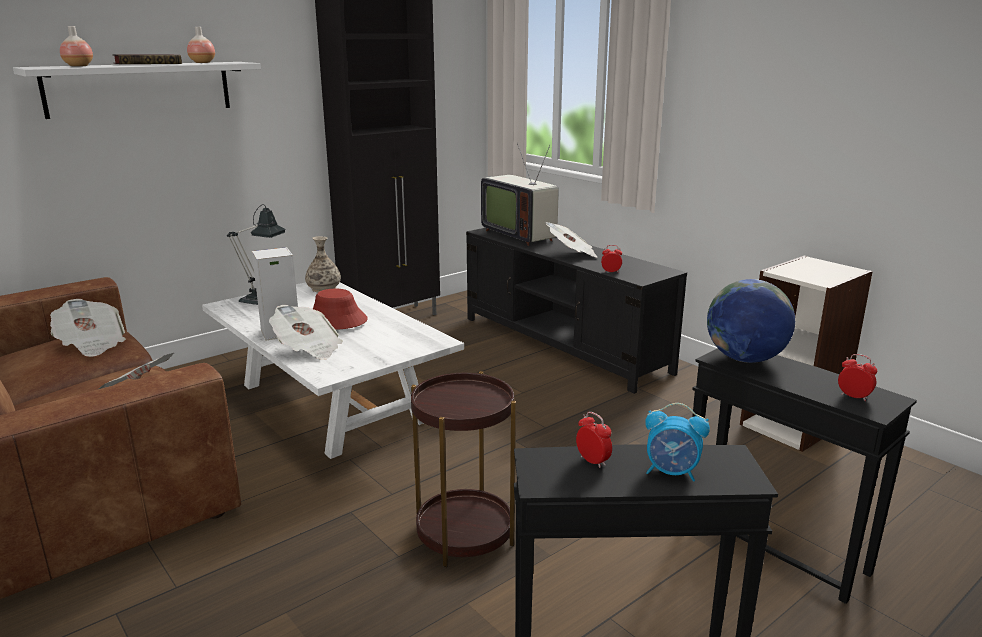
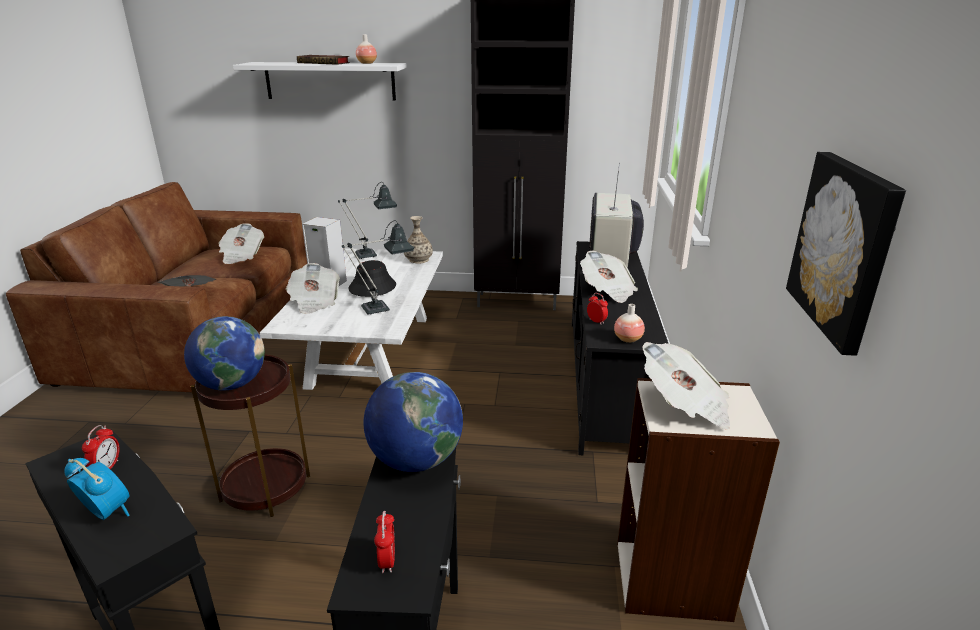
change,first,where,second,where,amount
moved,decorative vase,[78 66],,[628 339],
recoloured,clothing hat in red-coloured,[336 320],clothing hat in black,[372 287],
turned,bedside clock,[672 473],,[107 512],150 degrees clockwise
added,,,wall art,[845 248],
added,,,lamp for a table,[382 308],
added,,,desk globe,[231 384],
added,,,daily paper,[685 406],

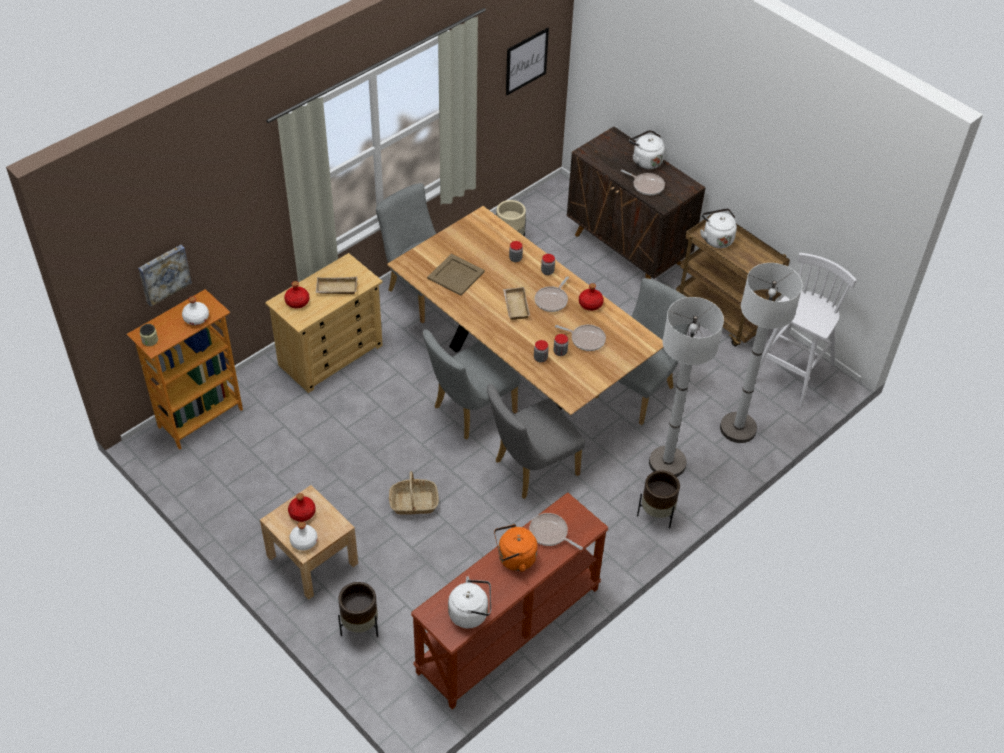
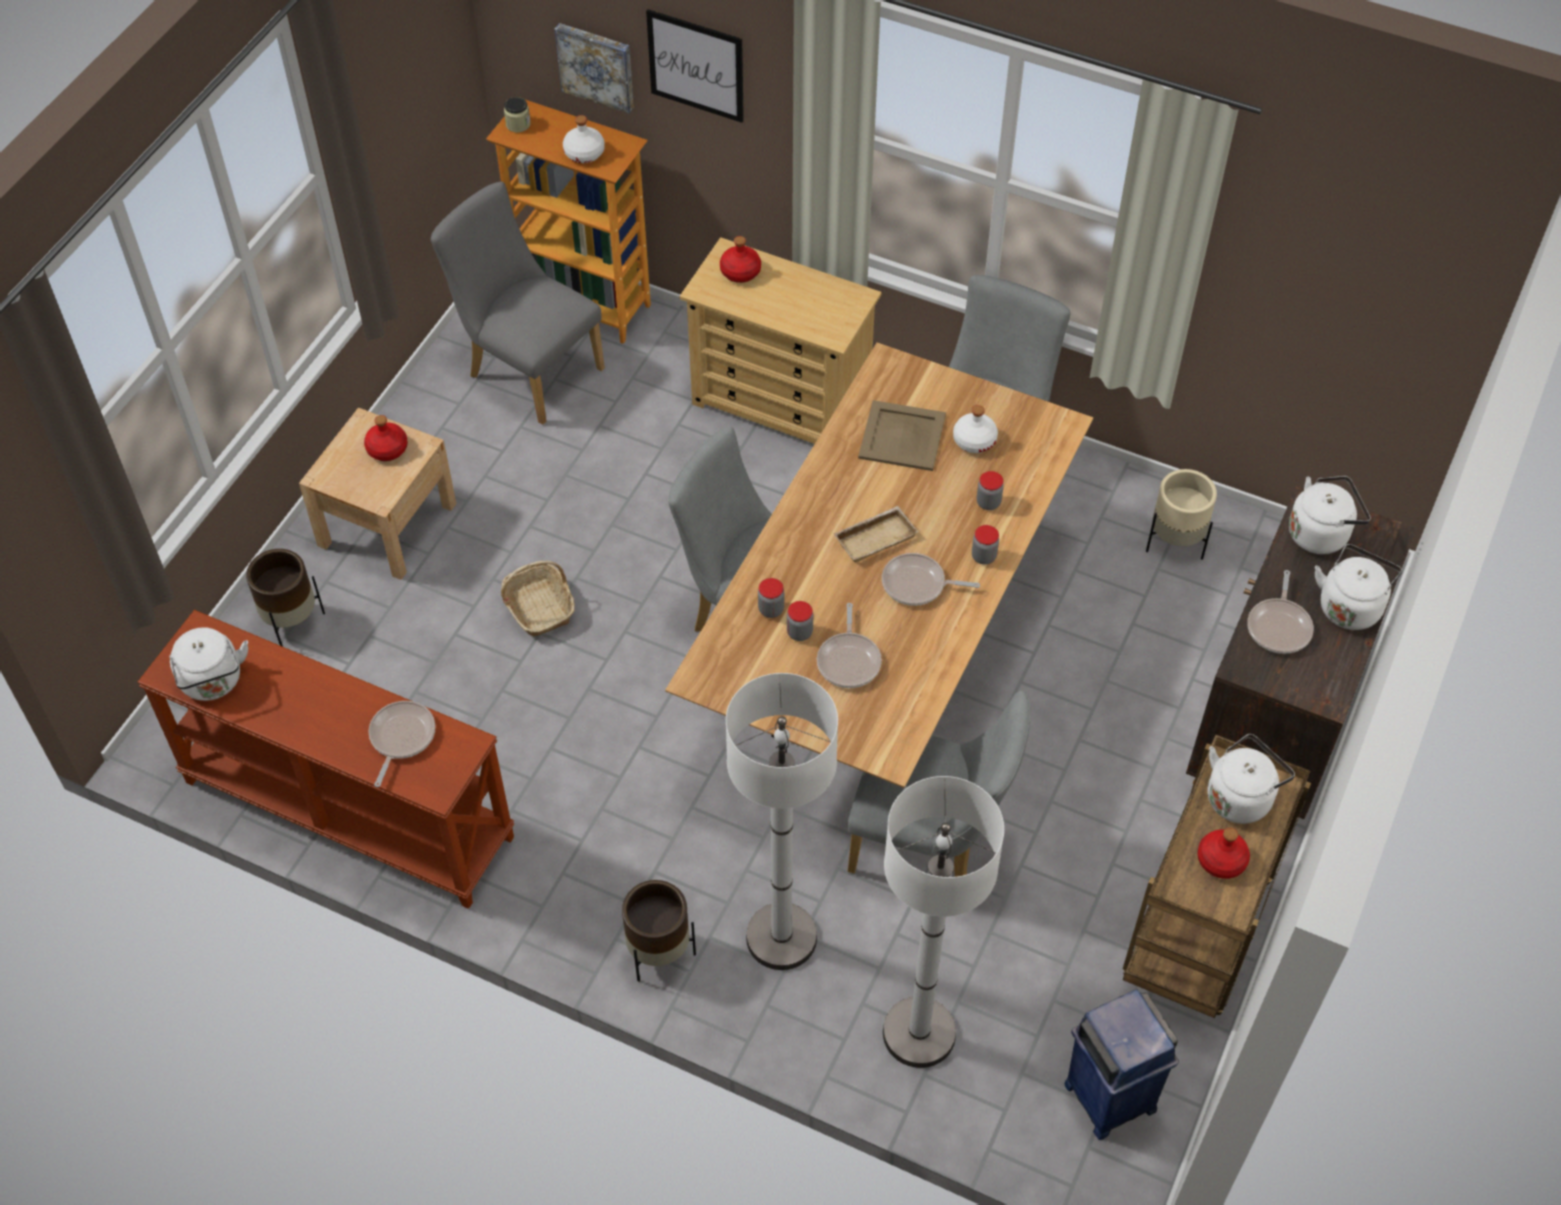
change,first,where,second,where,amount
moved,wall art,[526 61],,[696 65],
replaced,stool in white,[791 374],trash can in blue,[1109 1095],
removed,serving tray in sand-coloured,[336 289],,,
moved,beverage bottle in red-coloured,[590 304],,[1221 860],
moved,chair in greyish,[530 469],,[528 369],
moved,beverage bottle in white,[303 541],,[974 440],
removed,tea kettle in orange-coloured,[514 559],,,
added,,,tea kettle in white,[1321 533],

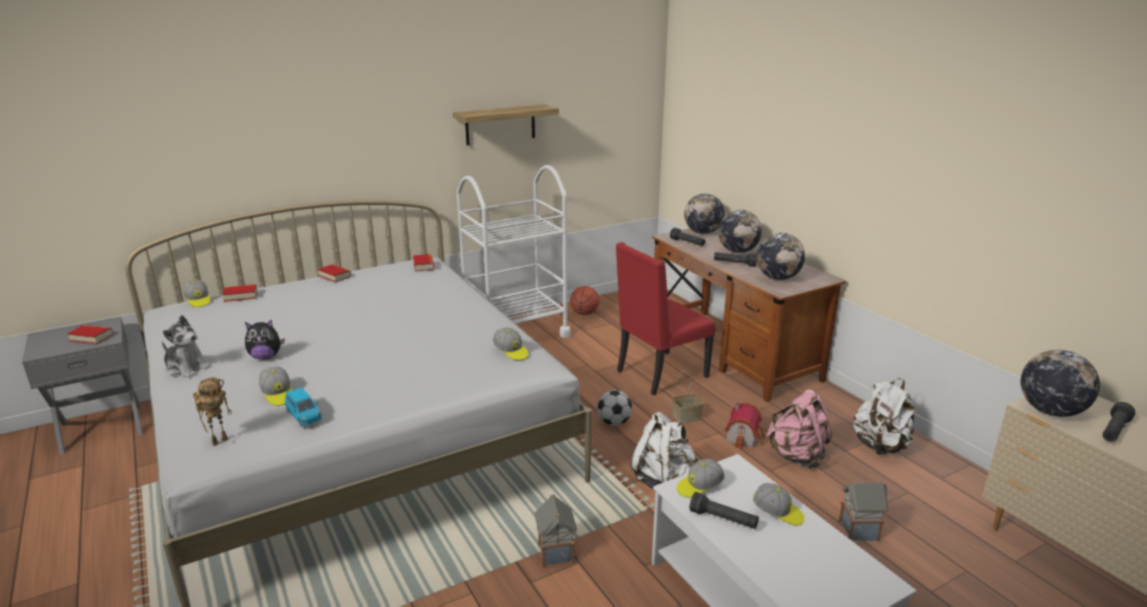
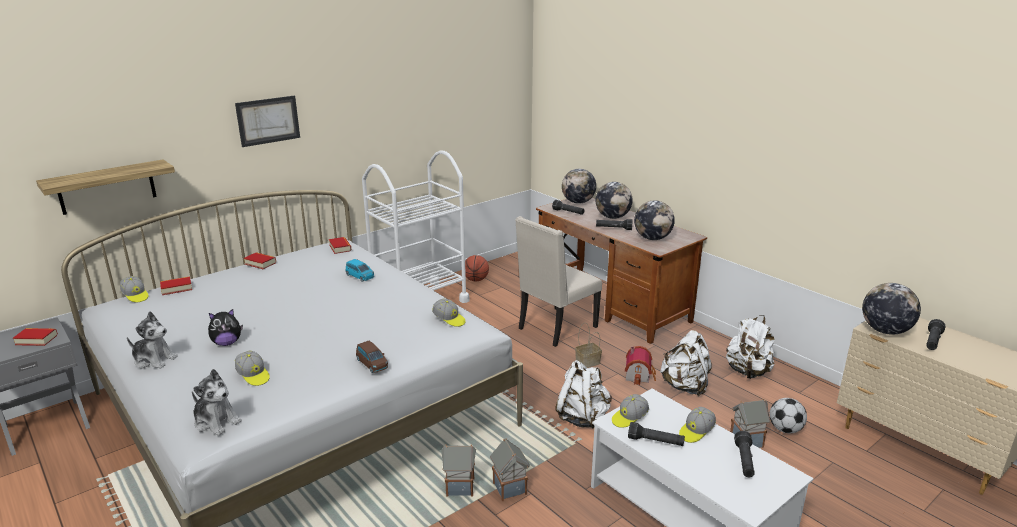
change,first,where,second,where,amount
moved,bracket shelf,[500 124],,[107 187],
recoloured,chair in red-coloured,[660 374],chair in sand-coloured,[556 328],
replaced,toy robot,[220 440],plush toy,[216 421],
moved,toy car in blue,[304 415],,[360 276],
recoloured,knapsack in pinkish,[797 456],knapsack in white,[685 386],
moved,ball for football,[614 422],,[785 429],
turned,peaked cap,[778 513],,[696 432],120 degrees clockwise
added,,,wall art,[268 120],
added,,,toy car in brown-coloured,[372 364],
added,,,flashlight in black,[744 461],
added,,,toy house,[459 487],

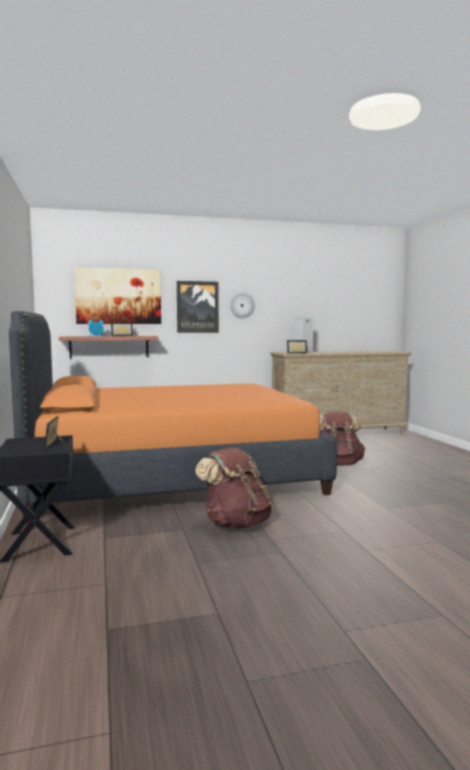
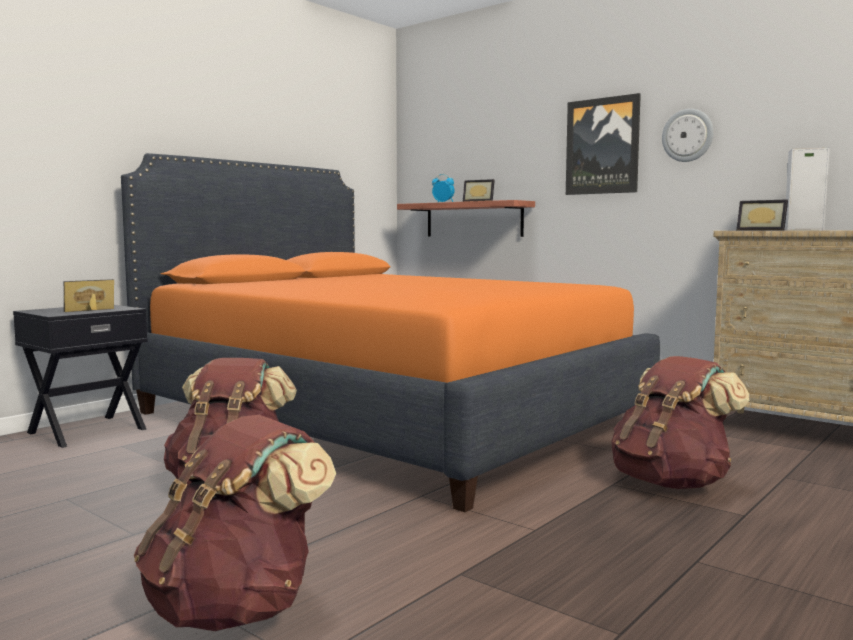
change,first,where,second,where,amount
removed,wall art,[118 296],,,
added,,,knapsack in brown-coloured,[237 608],

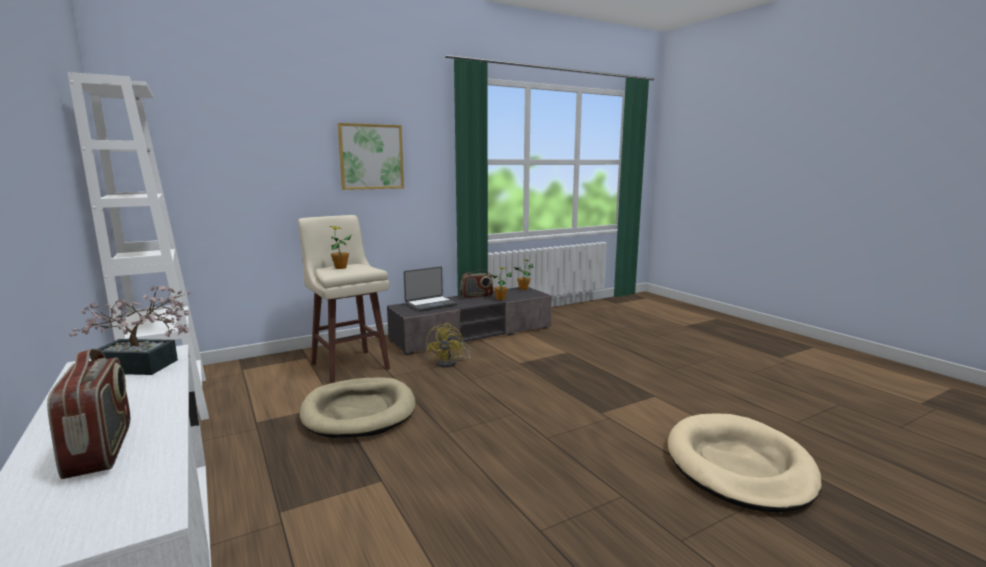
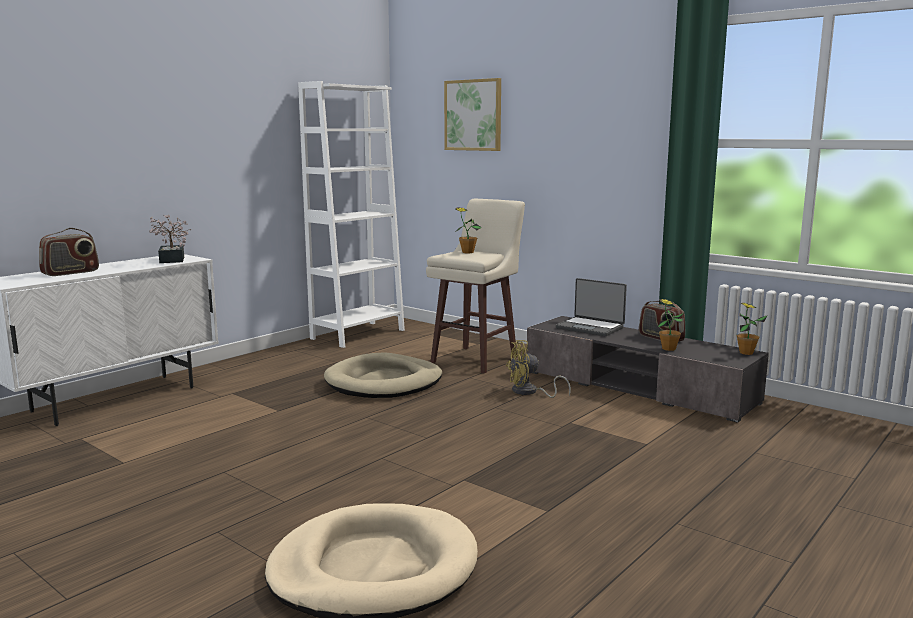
change,first,where,second,where,amount
moved,wall art,[371 157],,[473 115],

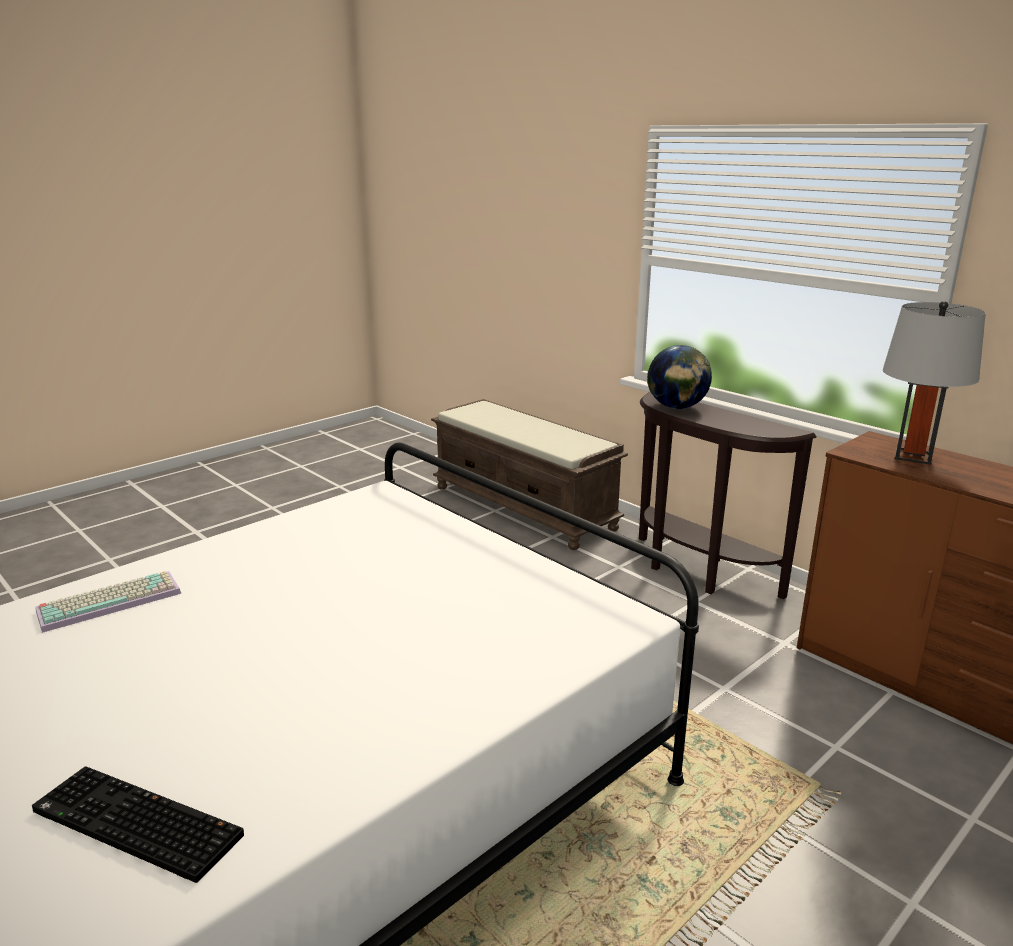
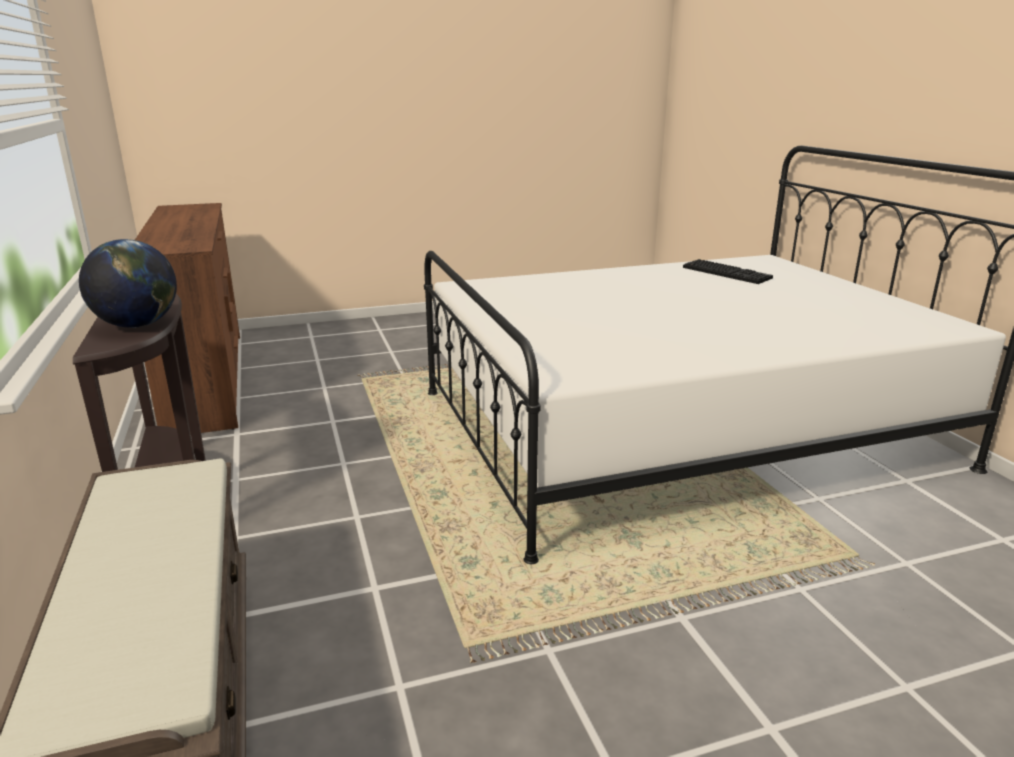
change,first,where,second,where,amount
removed,lamp for a table in greyish,[913 456],,,
removed,PC keyboard,[111 600],,,

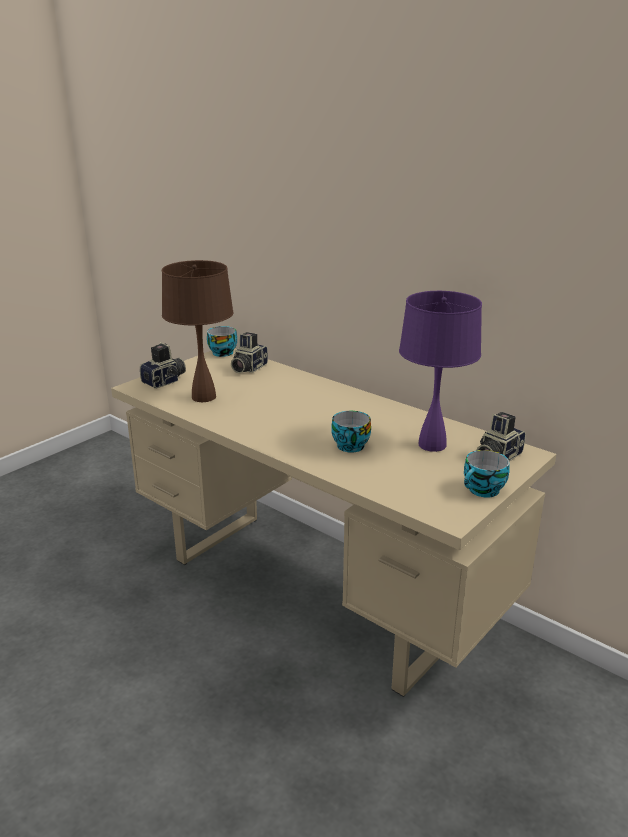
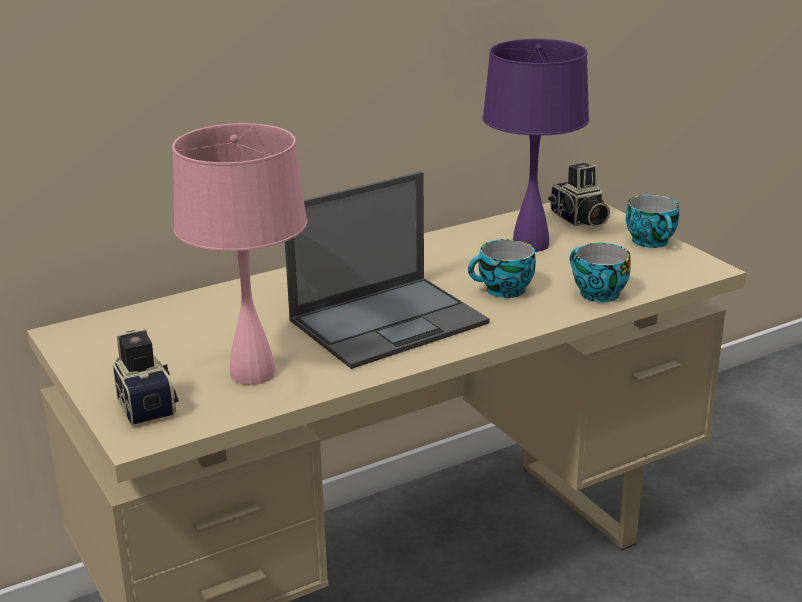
change,first,where,second,where,amount
recoloured,lamp for a table in brown-coloured,[203 397],lamp for a table in pinkish,[252 374],
moved,cup,[223 352],,[596 293],
removed,still camera,[248 368],,,
added,,,notebook computer,[390 321],

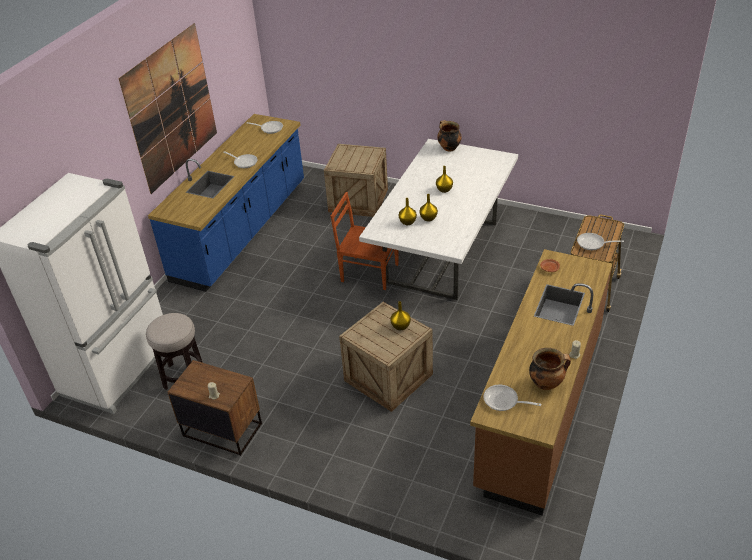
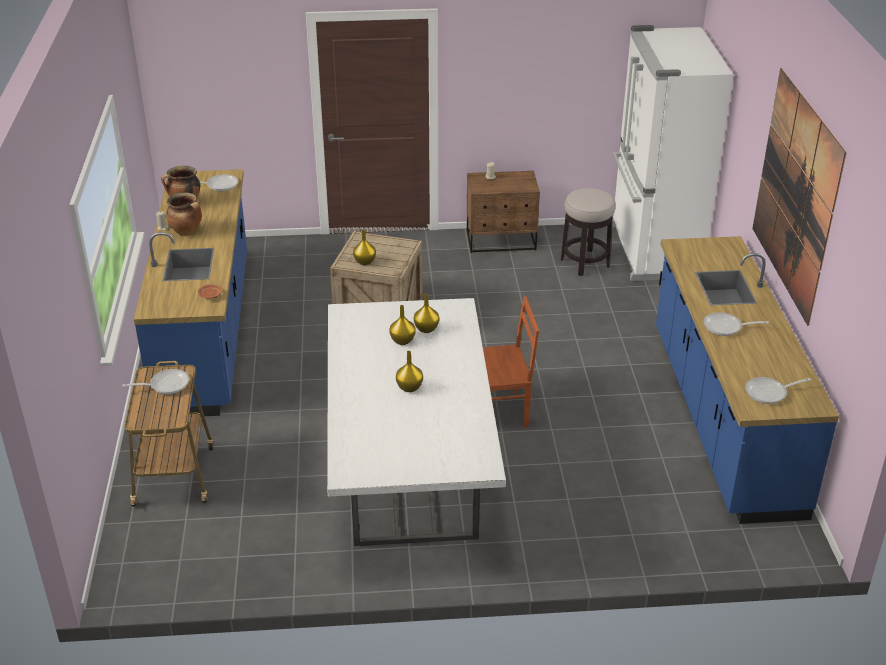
change,first,where,second,where,amount
moved,stockpot,[448 148],,[187 232],
removed,shipping crate,[358 200],,,
recoloured,counter in brown-coloured,[539 407],counter in blue,[207 332],

